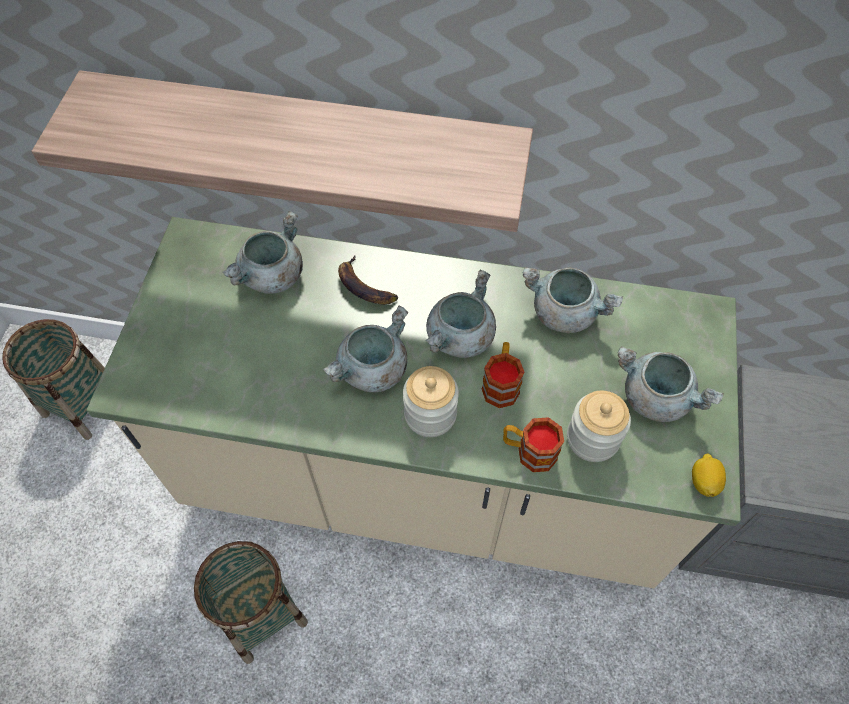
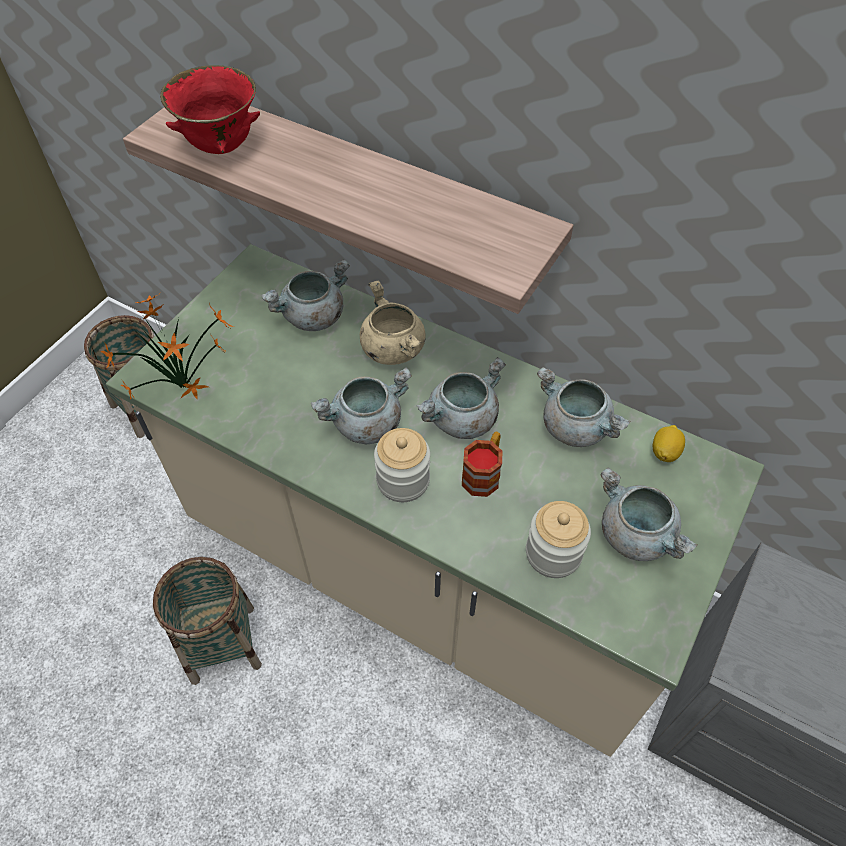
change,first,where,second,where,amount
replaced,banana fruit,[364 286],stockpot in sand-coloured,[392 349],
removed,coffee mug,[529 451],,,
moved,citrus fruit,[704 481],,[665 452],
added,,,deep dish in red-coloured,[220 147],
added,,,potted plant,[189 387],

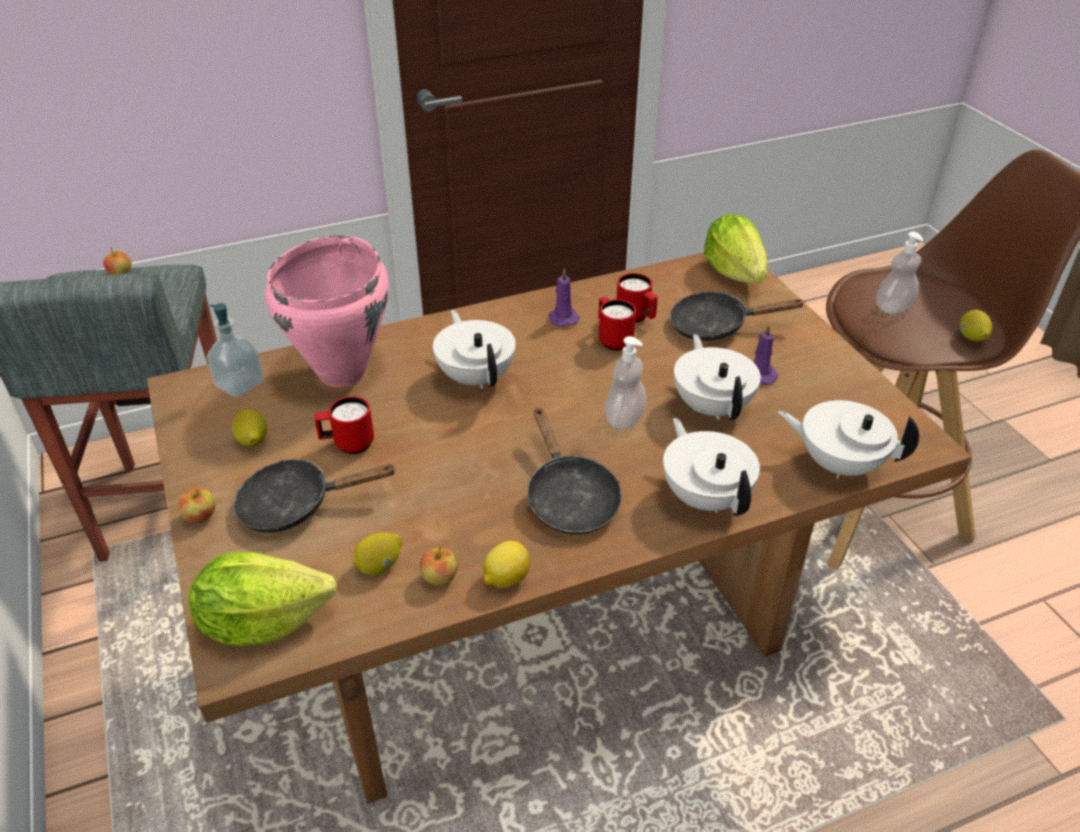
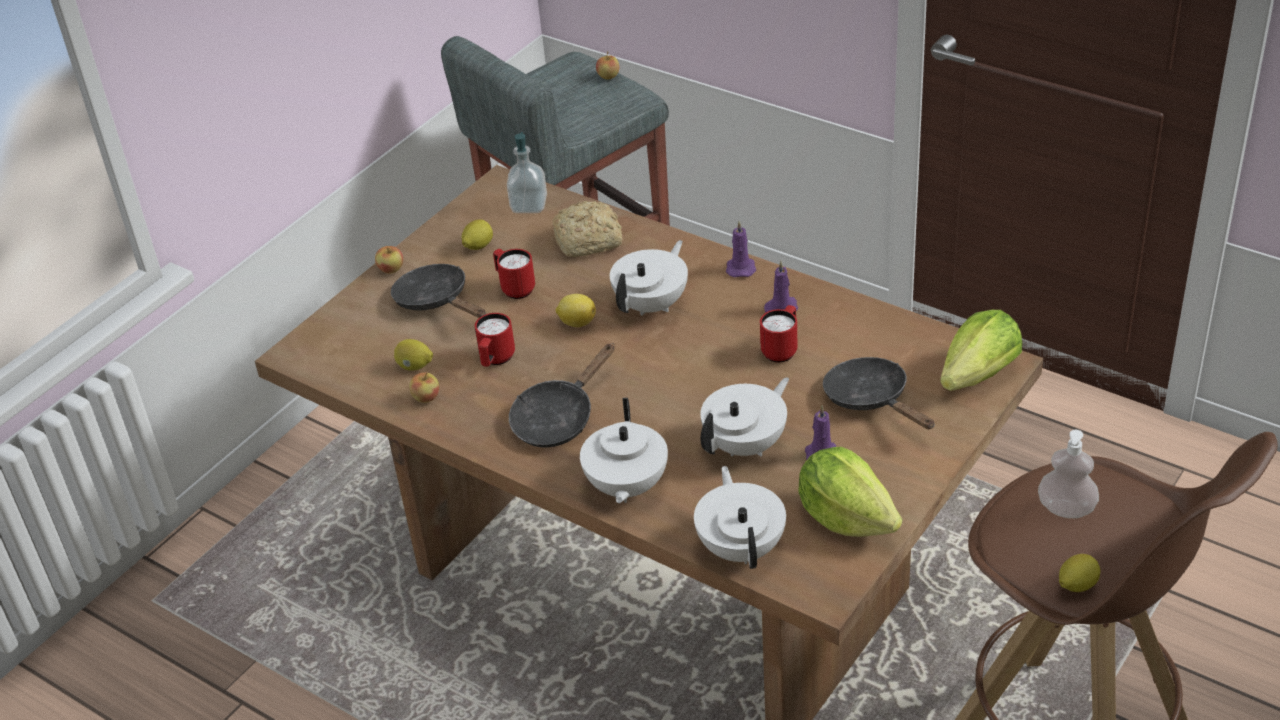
change,first,where,second,where,amount
replaced,stockpot in pinkish,[343 372],bakery bread,[590 240],
moved,coffee mug in red-coloured,[636 318],,[495 360],
removed,liquid soap bottle,[624 419],,,
turned,teapot in white,[705 496],,[626 487],150 degrees clockwise
moved,citrus fruit,[505 578],,[576 322],
moved,head of lettuce,[262 622],,[846 517],
added,,,wax light in purple-coloured,[740 268],

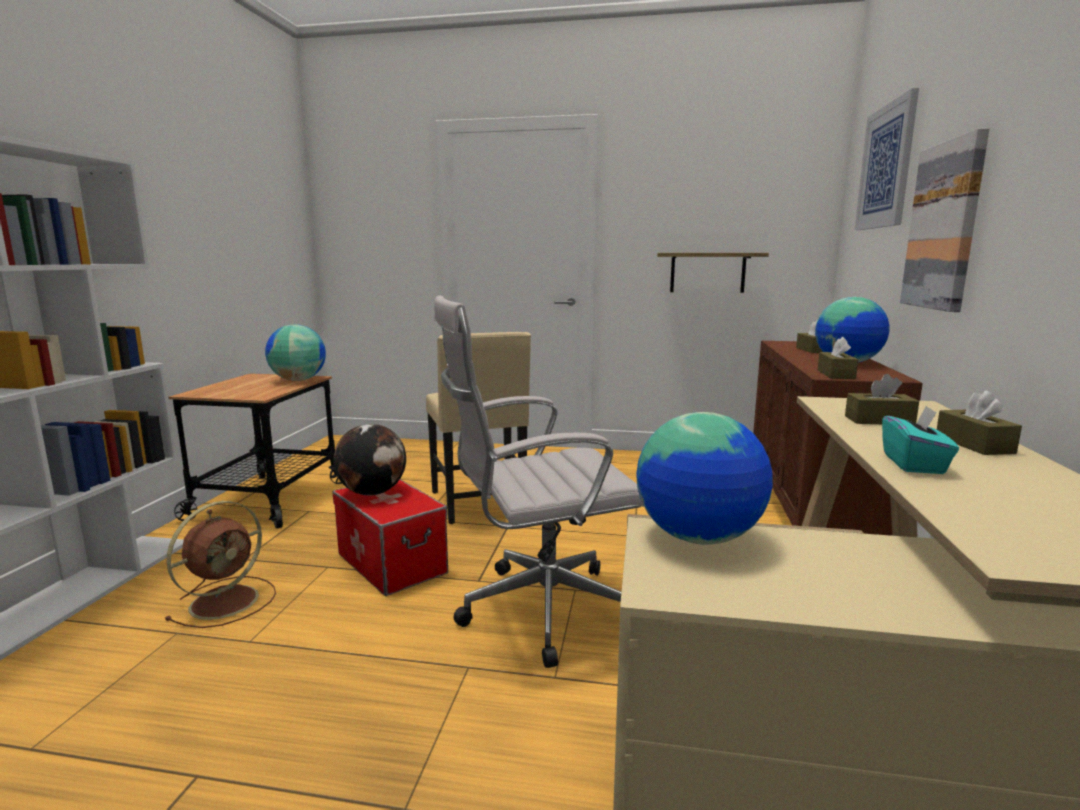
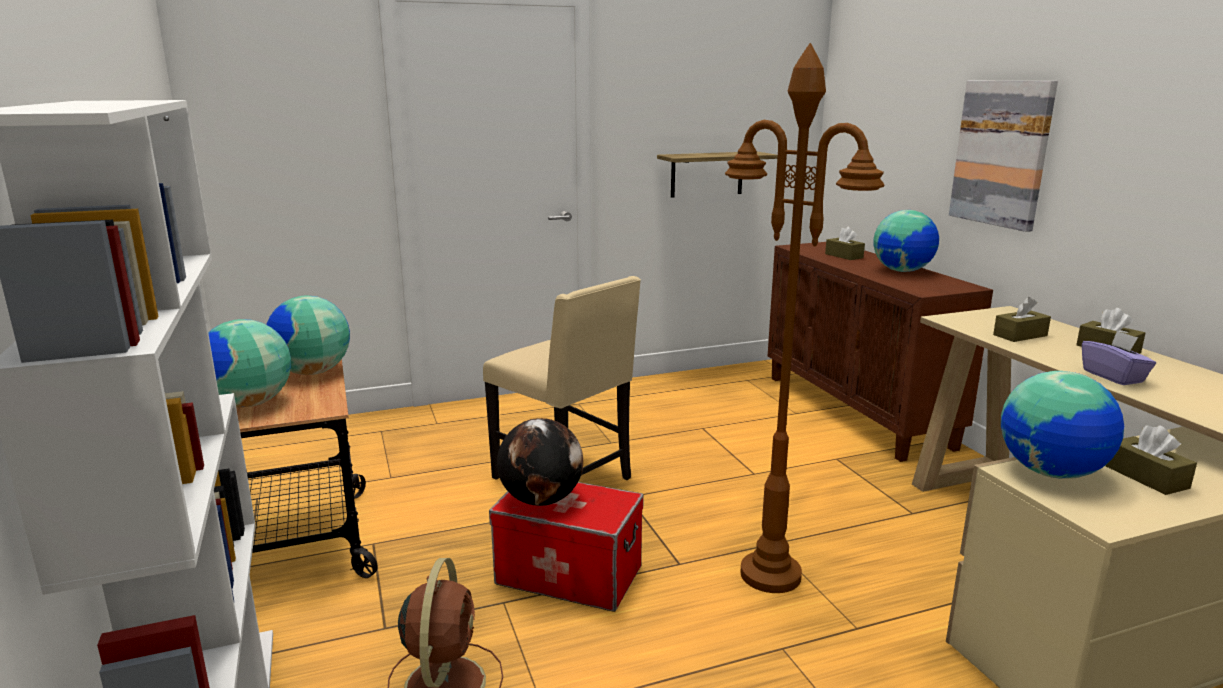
change,first,where,second,where,amount
removed,wall art,[886 167],,,
replaced,office chair in white,[538 610],floor lamp in brown-coloured,[769 574],
moved,tissue box in brown-coloured,[836 374],,[1146 477],
recoloured,tissue box in blue-green,[914 464],tissue box in purple-coloured,[1113 376],
added,,,desk globe,[249 404],

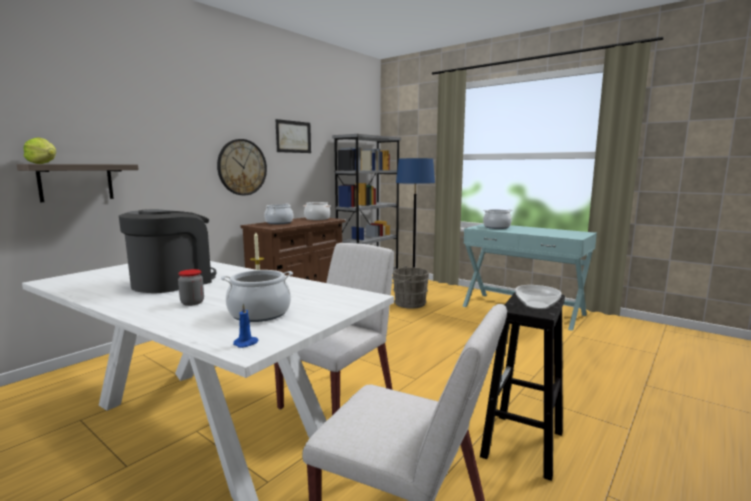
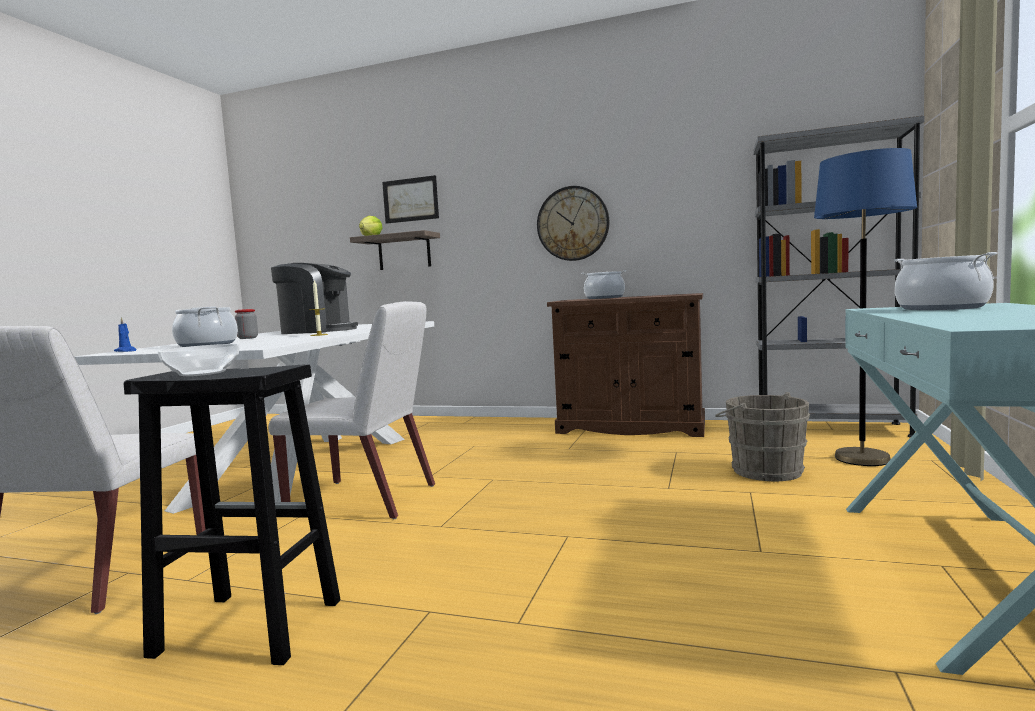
change,first,where,second,where,amount
moved,wall art,[293 137],,[410 200],
removed,stockpot,[317 219],,,

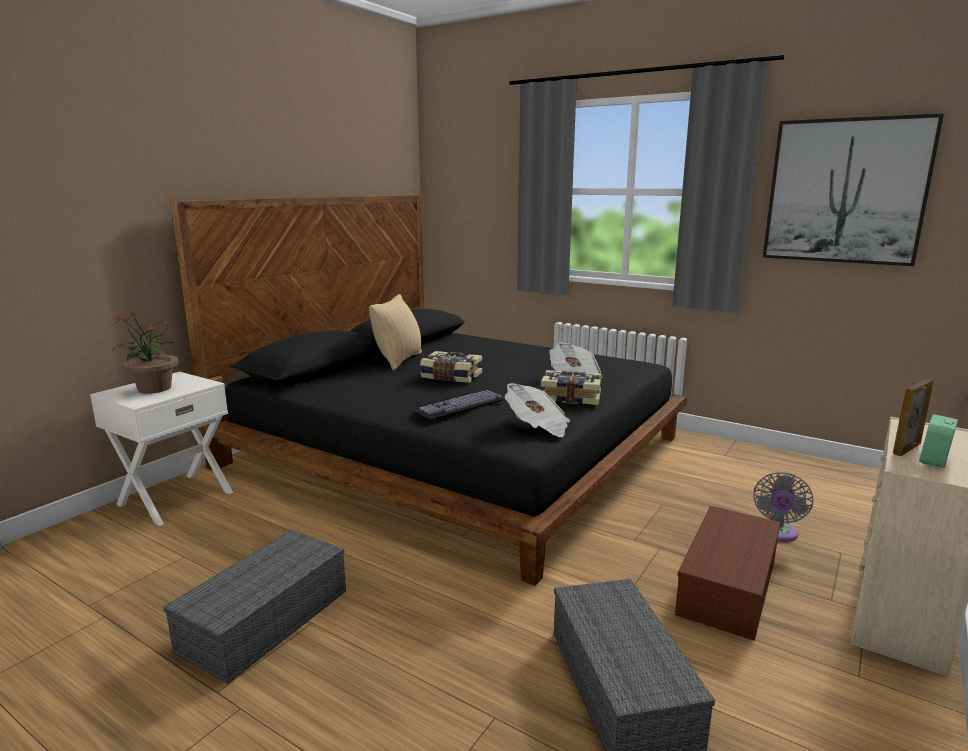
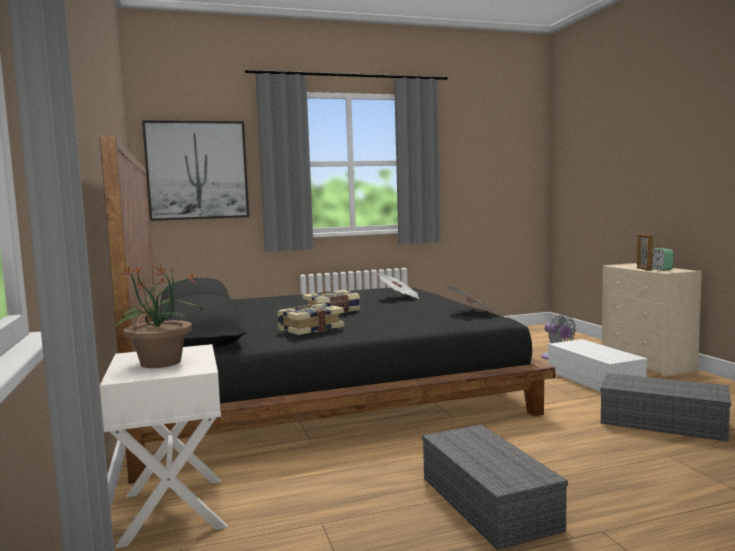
change,first,where,second,where,amount
moved,wall art,[845 191],,[197 170],
removed,throw pillow in sand-coloured,[399 360],,,
moved,volume,[571 397],,[310 329],
removed,PC keyboard,[458 404],,,
recoloured,storage container in brown-coloured,[729 588],storage container in white,[596 379],

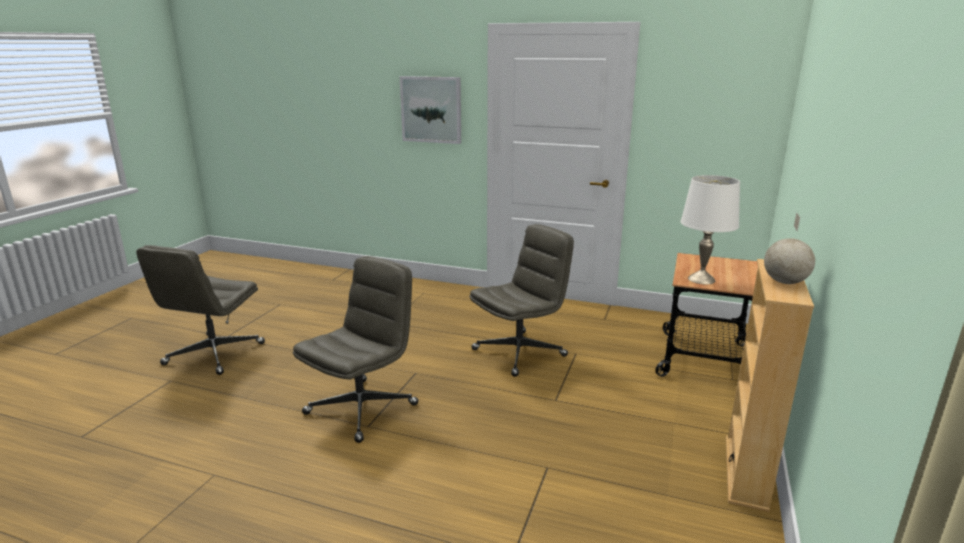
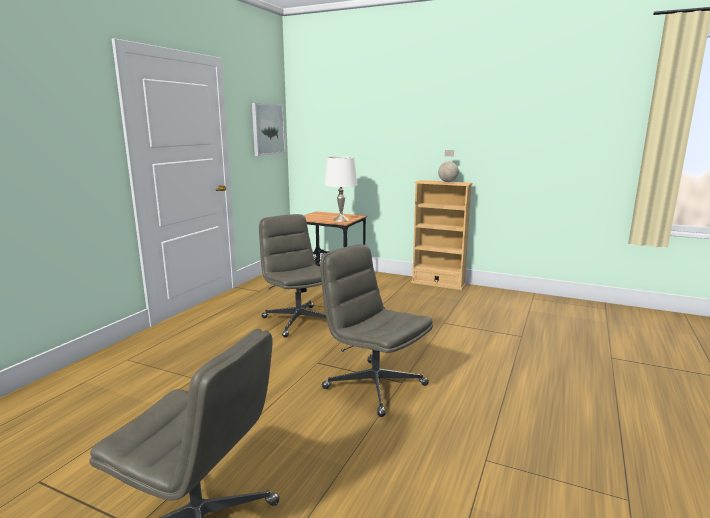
change,first,where,second,where,amount
moved,wall art,[431 109],,[268 129],

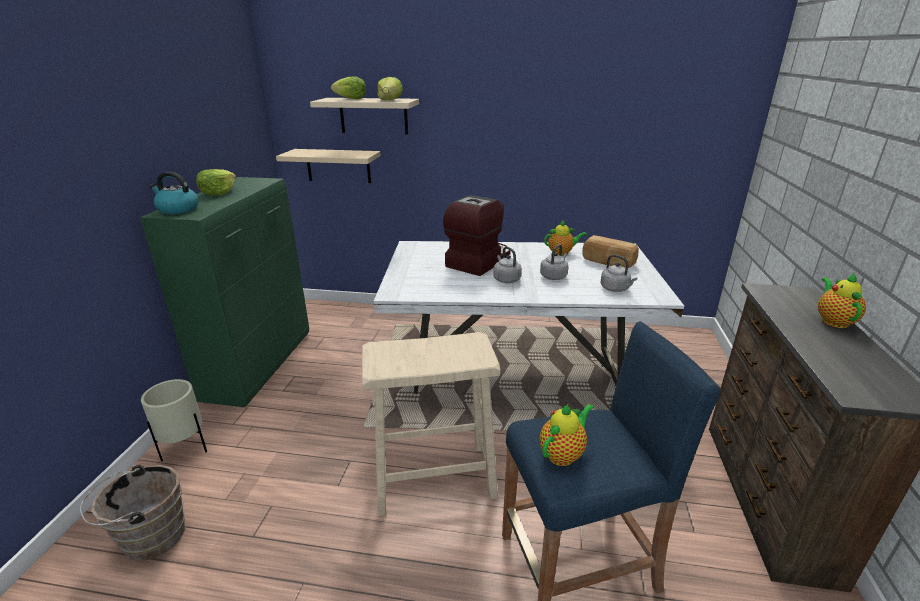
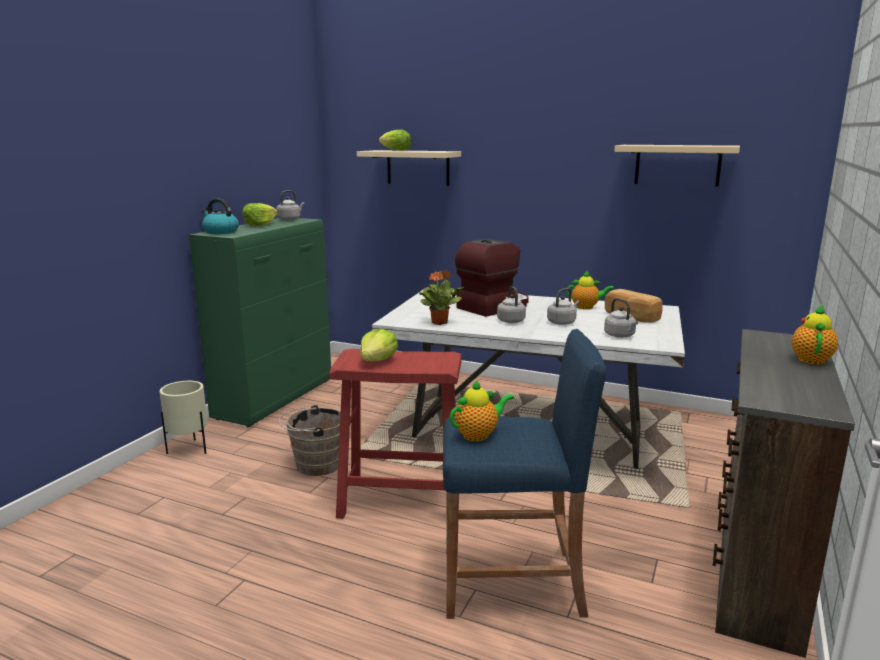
change,first,where,second,where,amount
moved,head of lettuce,[390 100],,[377 361],
moved,bracket shelf in sand-coloured,[338 166],,[677 165],
recoloured,stool in sand-coloured,[434 477],stool in red-coloured,[402 500],
moved,pail in brown-coloured,[149 537],,[315 465],
added,,,tea kettle in greyish,[290 219],
added,,,potted plant,[440 322],

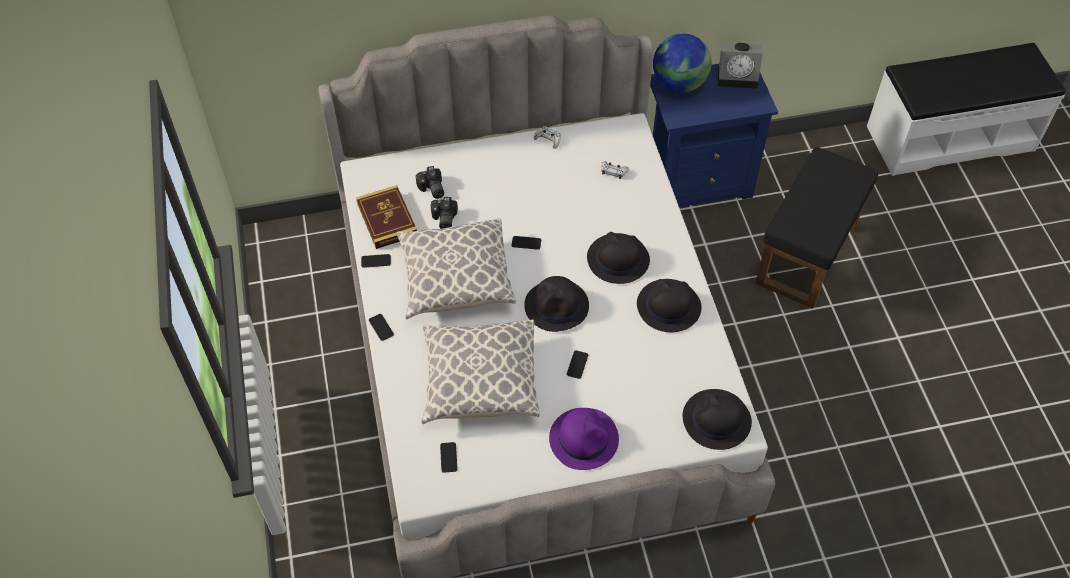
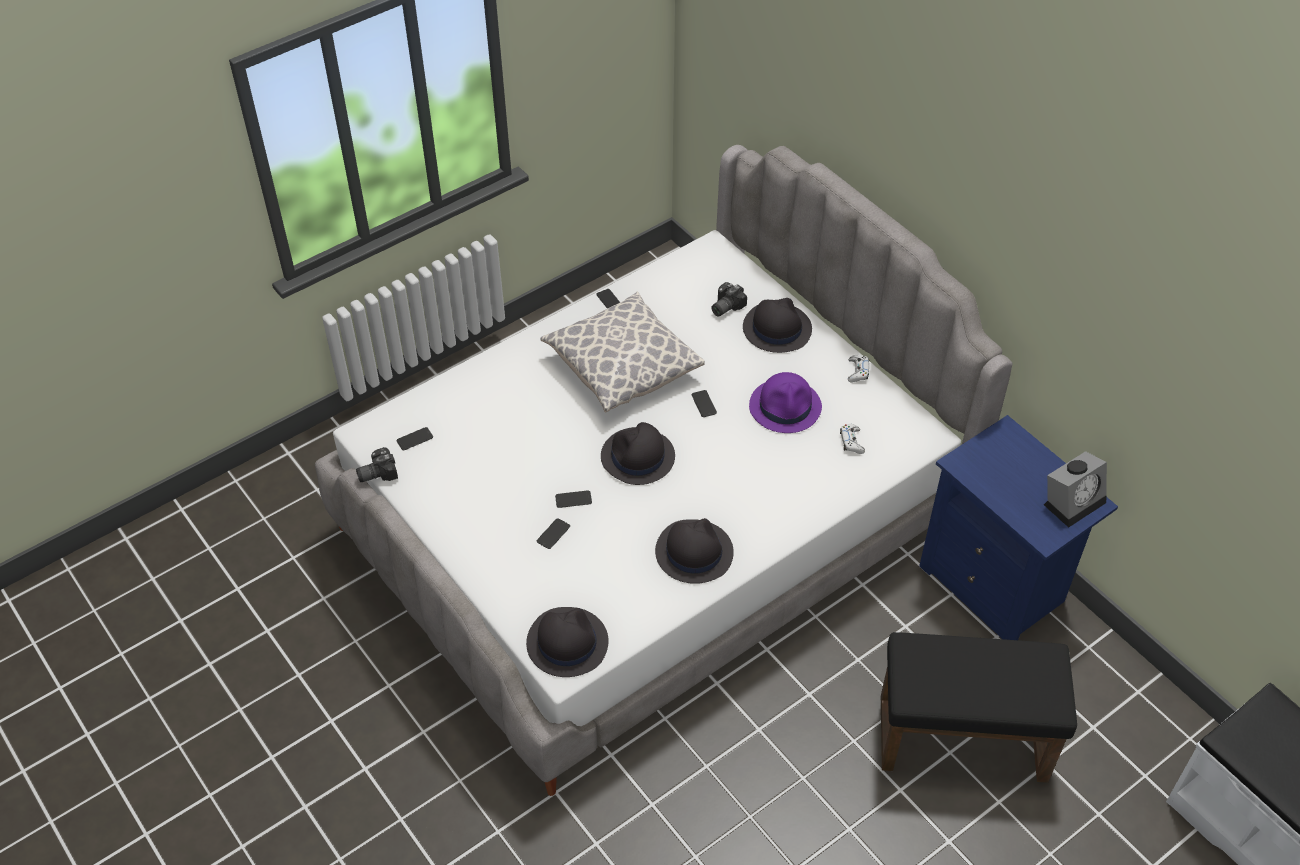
change,first,where,second,where,amount
removed,desk globe,[679 84],,,
turned,bedside clock,[738 76],,[1073 500],105 degrees counterclockwise
removed,volume,[387 219],,,
moved,still camera,[443 219],,[376 473],
moved,clothing hat in black,[617 259],,[776 328],
moved,handset,[381 327],,[553 534],
removed,throw pillow,[480 382],,,
moved,clothing hat in purple-coloured,[584 438],,[786 407],

